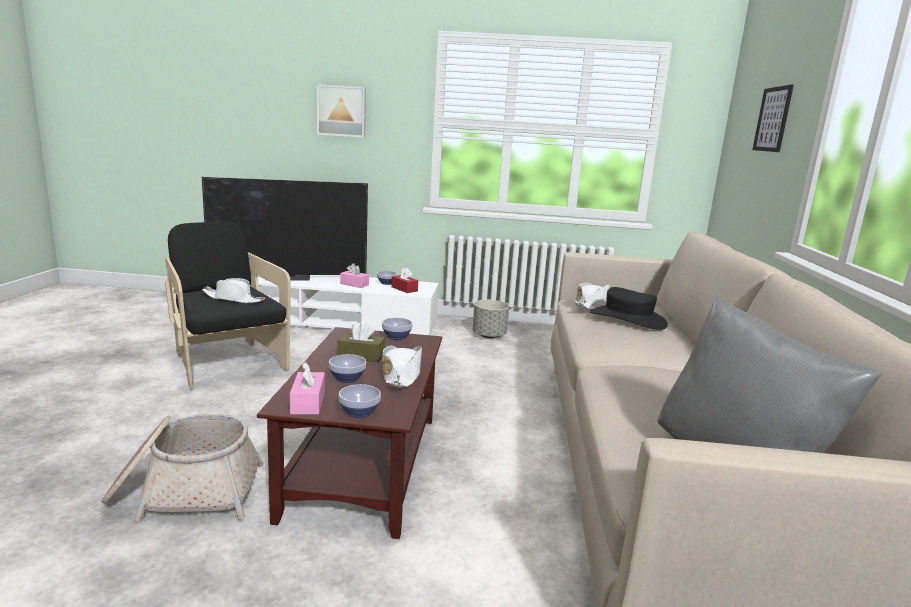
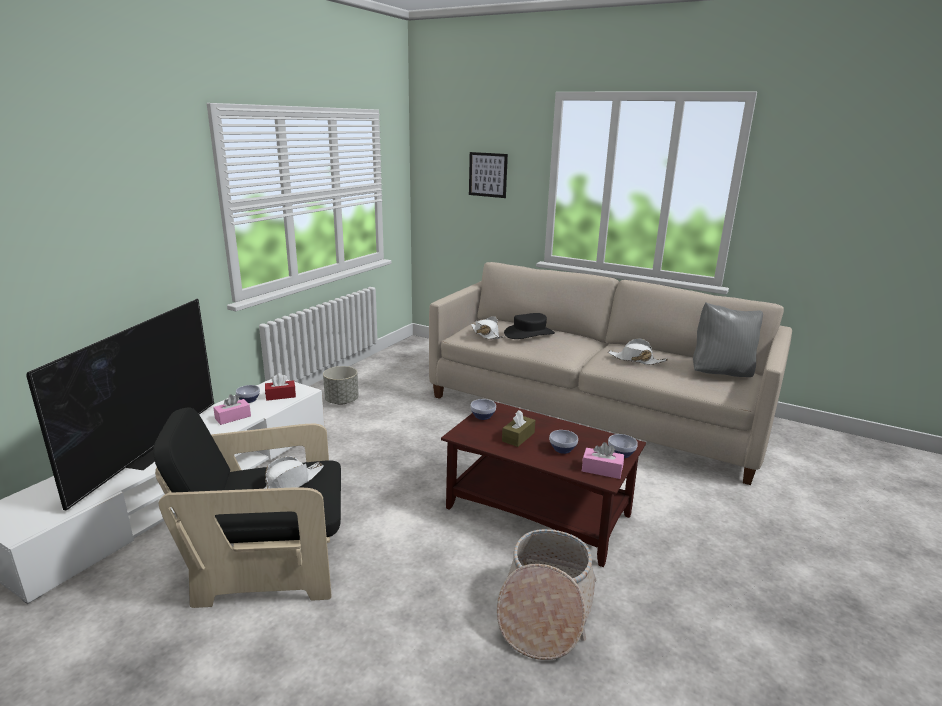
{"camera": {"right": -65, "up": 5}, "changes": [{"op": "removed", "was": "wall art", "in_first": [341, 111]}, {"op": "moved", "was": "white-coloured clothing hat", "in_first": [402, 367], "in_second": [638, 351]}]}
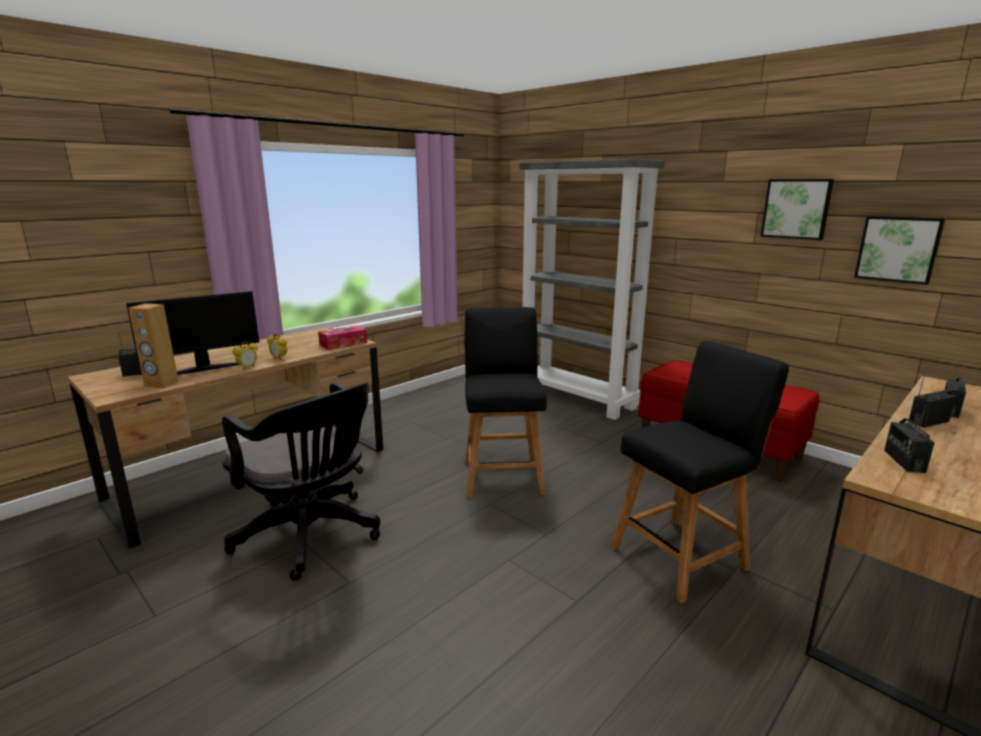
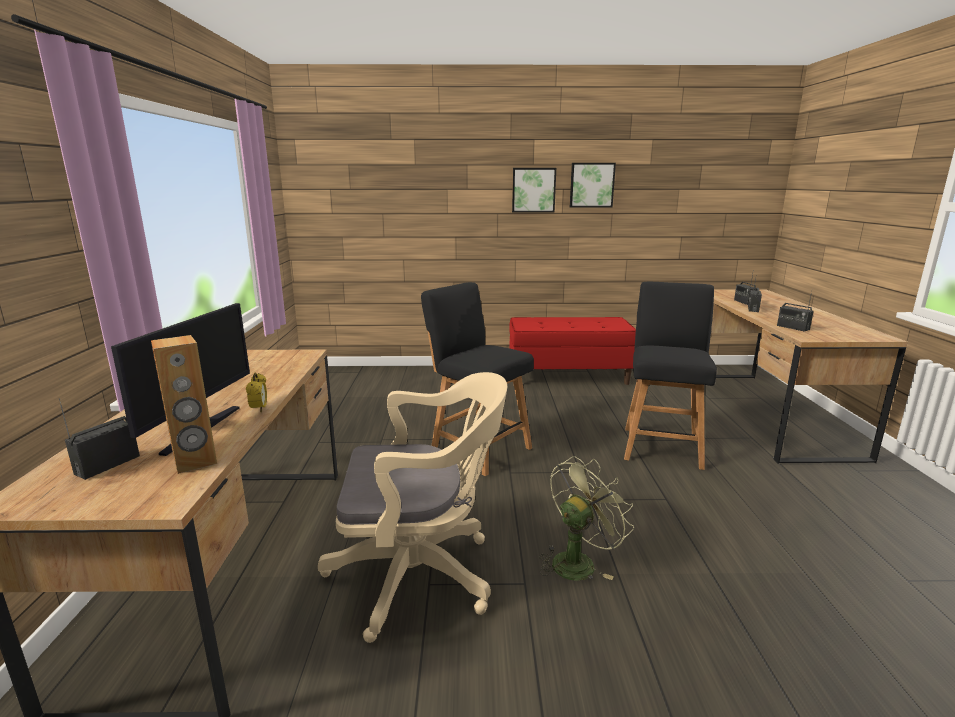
{"camera": {"right": -45, "up": 0}, "changes": [{"op": "removed", "was": "gray bookcase", "in_first": [592, 289]}, {"op": "moved", "was": "wall art", "in_first": [899, 250], "in_second": [534, 190]}, {"op": "removed", "was": "tissue holder", "in_first": [342, 337]}, {"op": "removed", "was": "table clock", "in_first": [277, 347]}, {"op": "recoloured", "was": "black computer chair", "now": "beige computer chair", "in_first": [301, 481], "in_second": [412, 507]}, {"op": "added", "now": "green-coloured electric fan", "in_second": [586, 518]}]}
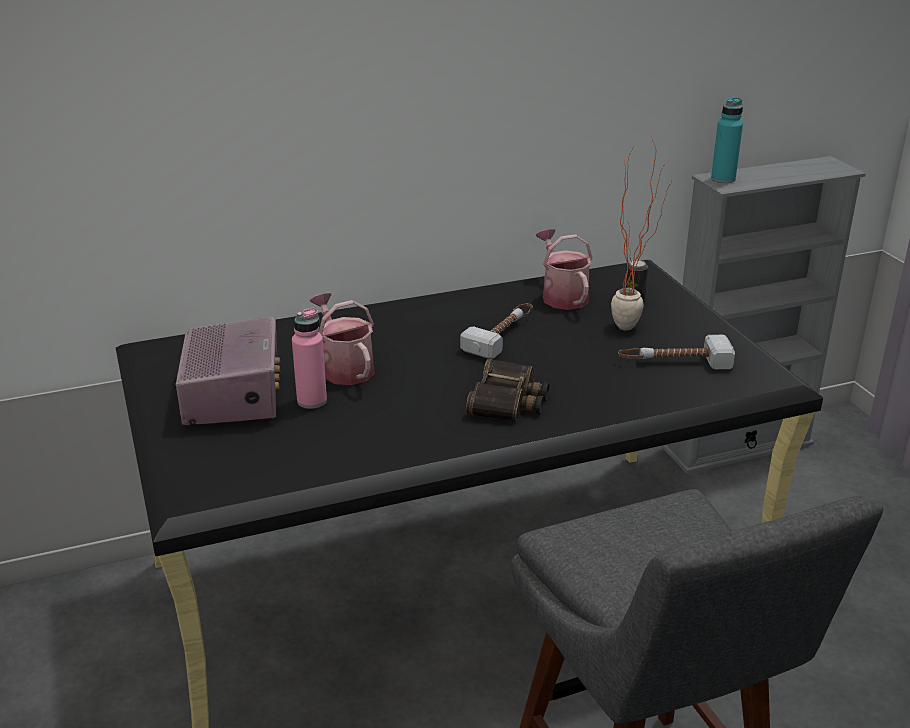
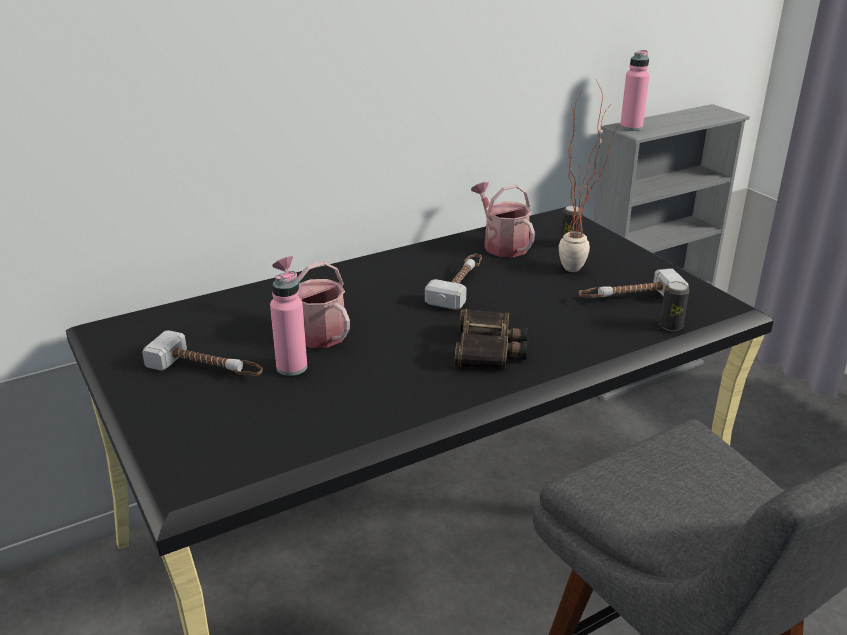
{"camera": {"right": -10, "up": 0}, "changes": [{"op": "recoloured", "was": "turquoise beverage bottle", "now": "pinkish beverage bottle", "in_first": [727, 140], "in_second": [634, 90]}, {"op": "replaced", "was": "radio", "now": "hand hammer", "in_first": [227, 370], "in_second": [202, 353]}, {"op": "added", "now": "sealed can", "in_second": [674, 306]}]}
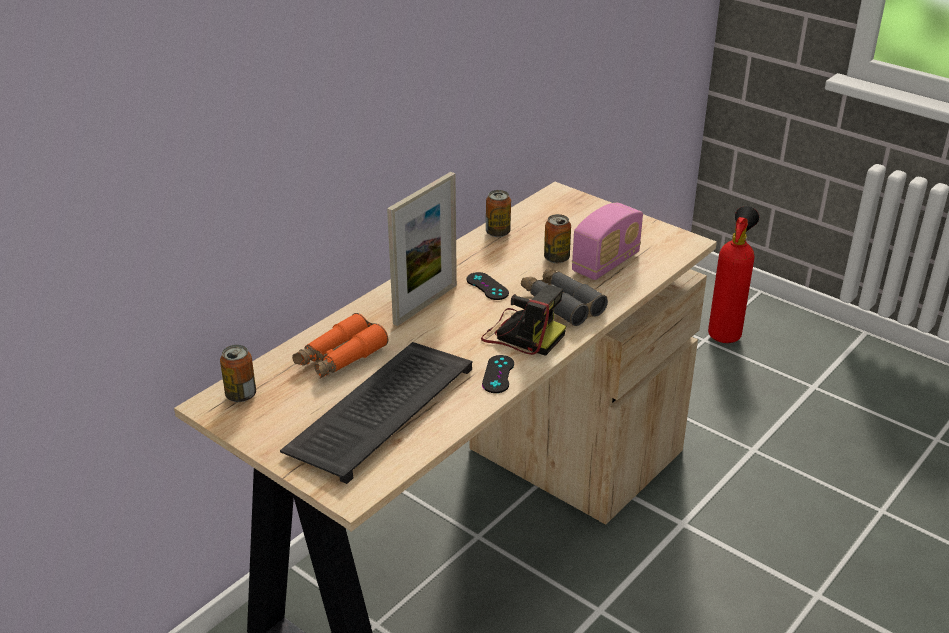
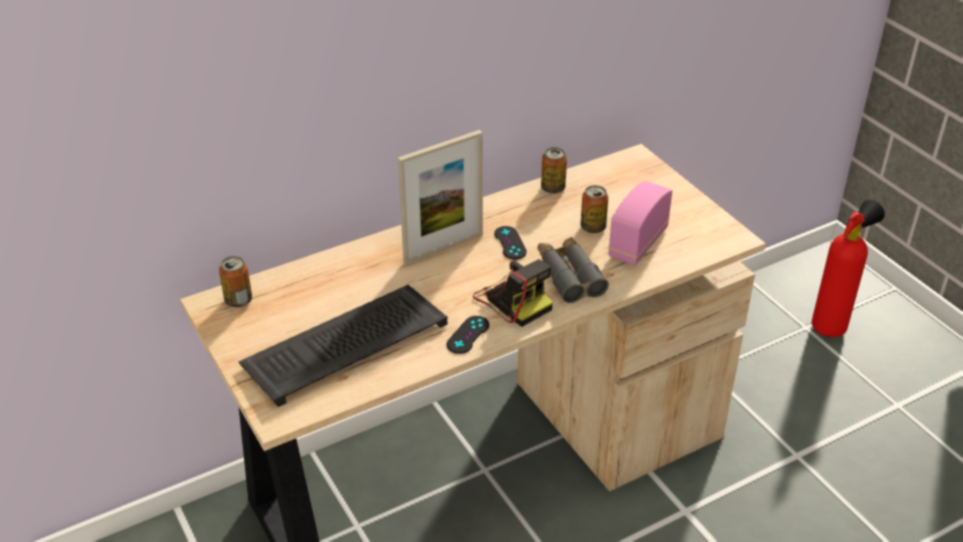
{"camera": {"right": 20, "up": 5}, "changes": [{"op": "turned", "was": "radio", "in_first": [607, 241], "in_second": [640, 223], "clockwise": 150}, {"op": "removed", "was": "orangey pair of binoculars", "in_first": [340, 346]}]}
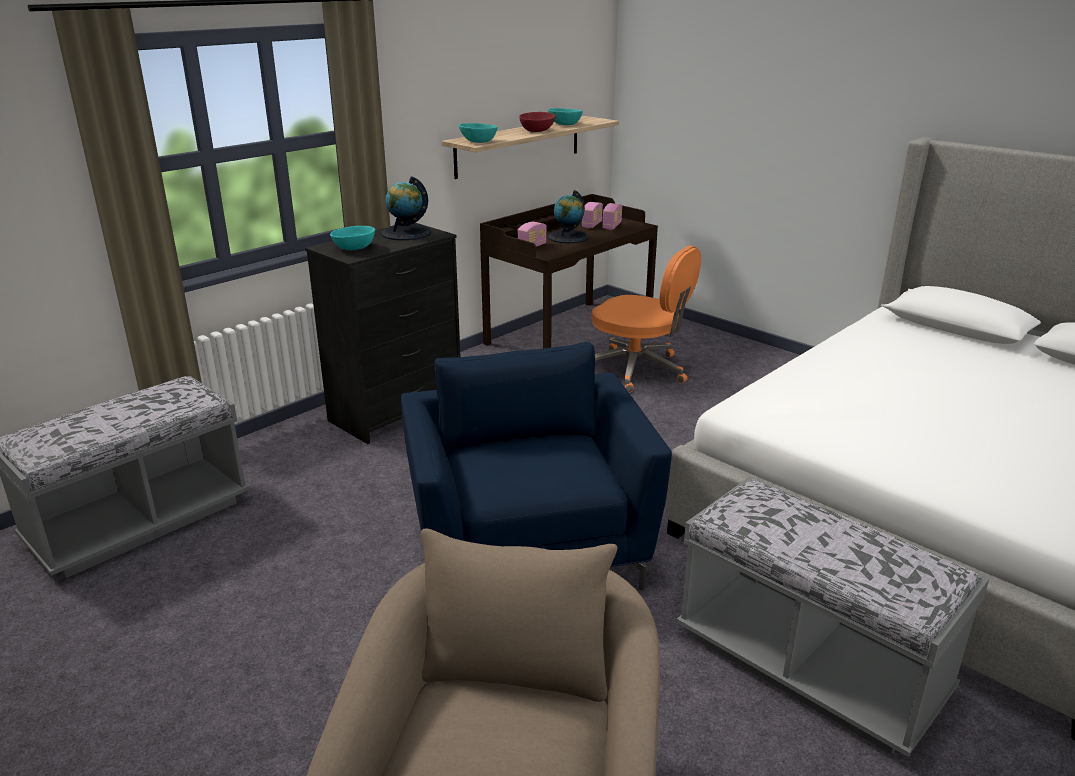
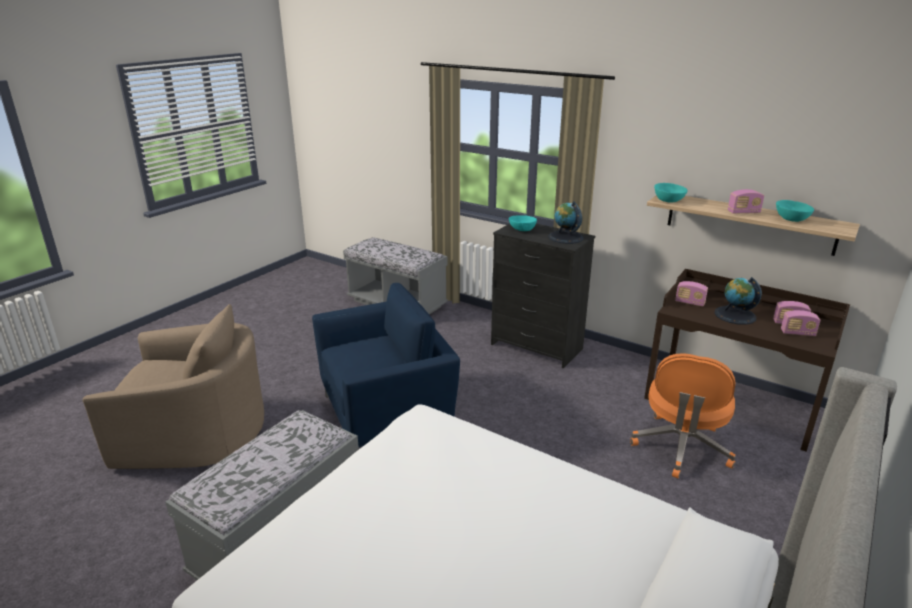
{"camera": {"right": 80, "up": 0}, "changes": [{"op": "replaced", "was": "reddish serving bowl", "now": "radio", "in_first": [537, 122], "in_second": [746, 201]}]}
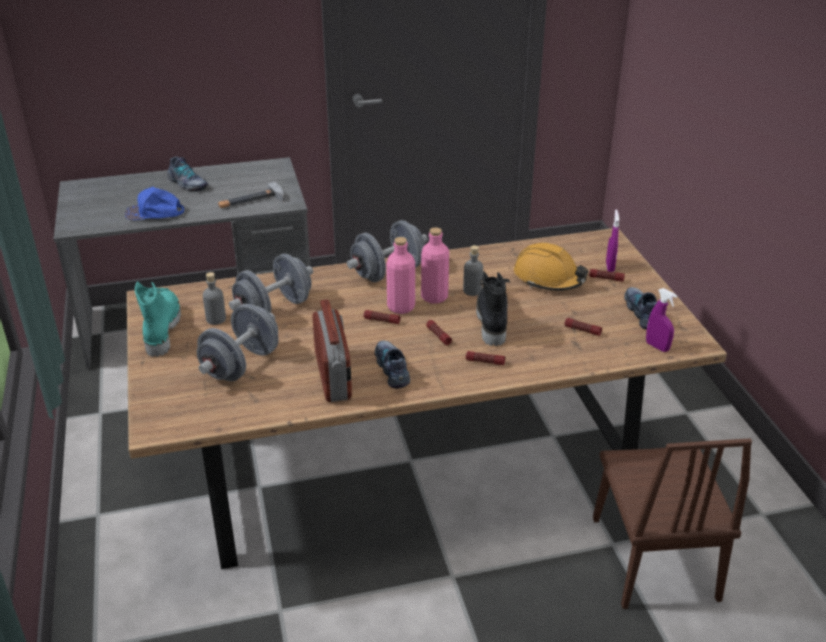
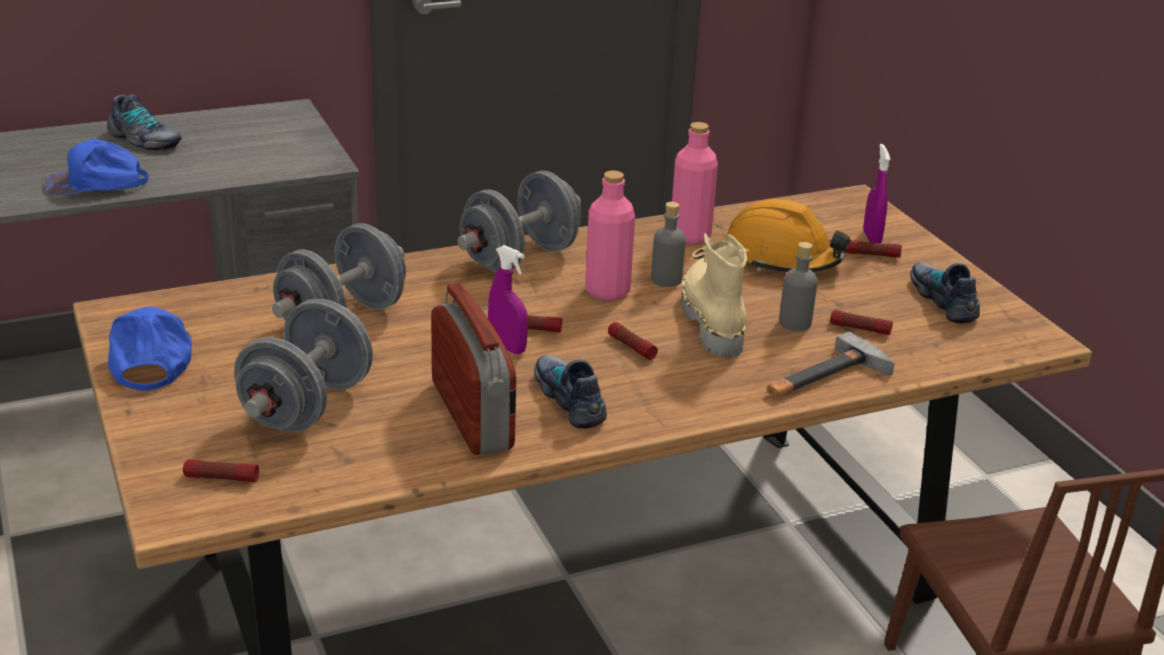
{"camera": {"right": -10, "up": -5}, "changes": [{"op": "moved", "was": "hand hammer", "in_first": [251, 195], "in_second": [830, 364]}, {"op": "moved", "was": "pinkish beverage bottle", "in_first": [400, 275], "in_second": [695, 183]}, {"op": "recoloured", "was": "black high-top boot", "now": "beige high-top boot", "in_first": [493, 308], "in_second": [715, 295]}, {"op": "moved", "was": "gray beverage bottle", "in_first": [214, 298], "in_second": [798, 286]}, {"op": "replaced", "was": "turquoise high-top boot", "now": "blue-coloured cap", "in_first": [158, 319], "in_second": [150, 348]}, {"op": "moved", "was": "purple-coloured spray bottle", "in_first": [661, 320], "in_second": [508, 299]}, {"op": "moved", "was": "flashlight", "in_first": [485, 358], "in_second": [221, 470]}]}
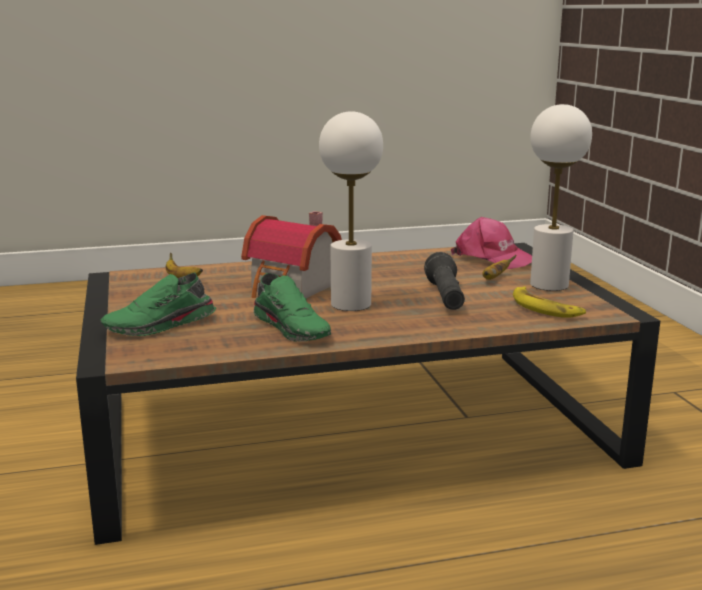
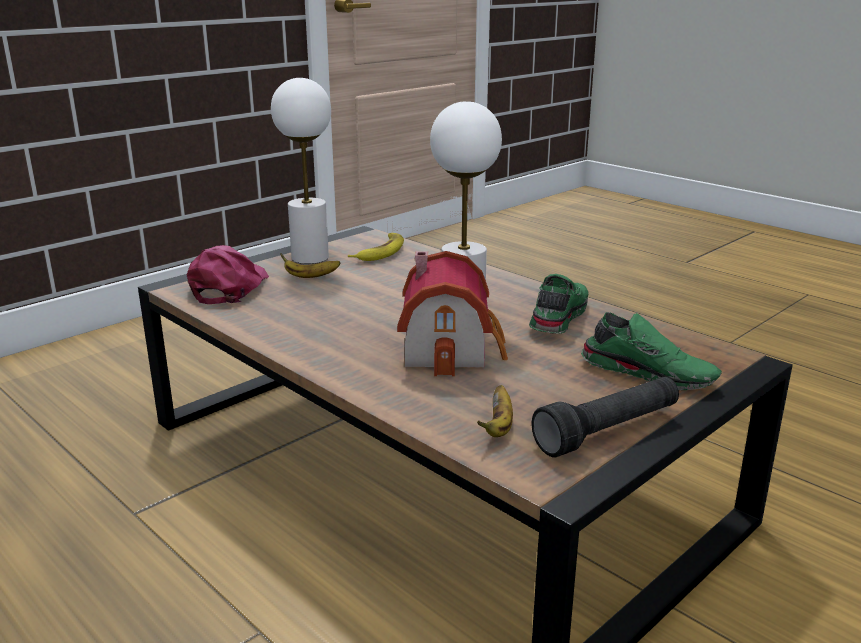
{"camera": {"right": -120, "up": 5}, "changes": [{"op": "moved", "was": "black flashlight", "in_first": [444, 281], "in_second": [605, 417]}]}
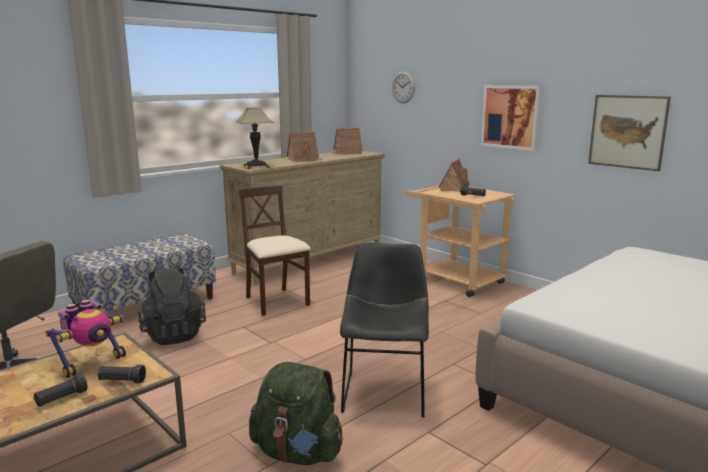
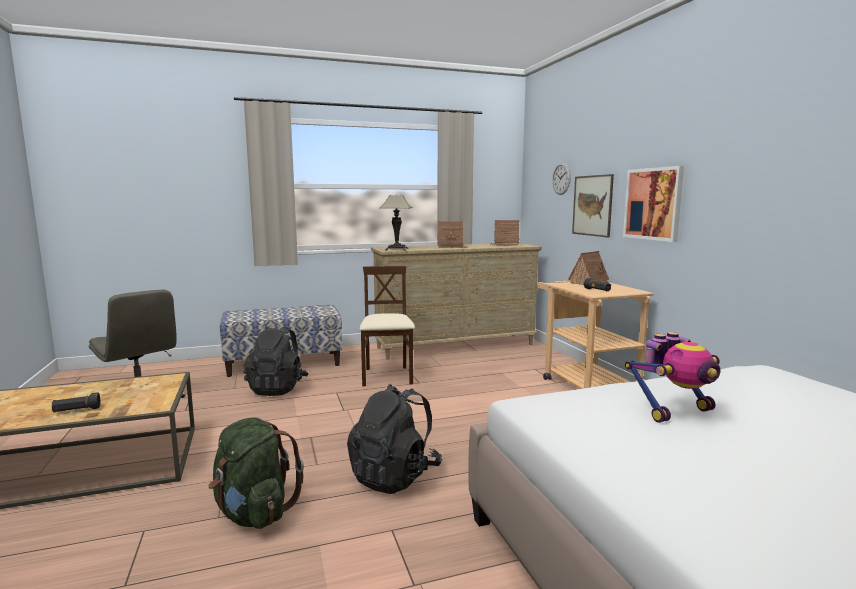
{"camera": {"right": 25, "up": -5}, "changes": [{"op": "moved", "was": "wall art", "in_first": [629, 133], "in_second": [593, 206]}, {"op": "replaced", "was": "black plain chair", "now": "black knapsack", "in_first": [384, 330], "in_second": [394, 439]}, {"op": "moved", "was": "robot figure", "in_first": [85, 338], "in_second": [673, 377]}, {"op": "removed", "was": "black flashlight", "in_first": [122, 374]}]}
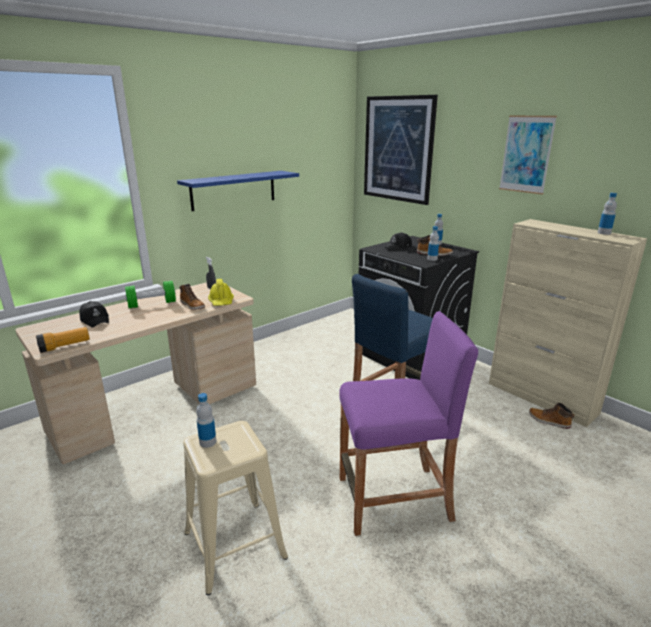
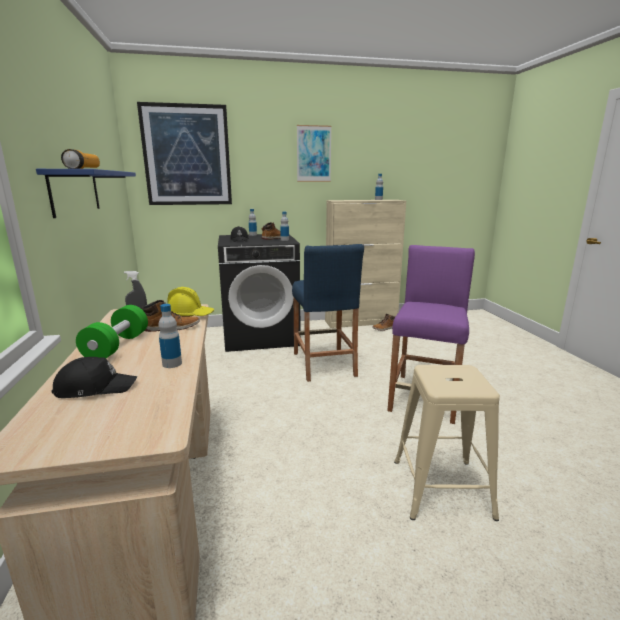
{"camera": {"right": -60, "up": -5}, "changes": [{"op": "moved", "was": "flashlight", "in_first": [63, 340], "in_second": [80, 159]}, {"op": "moved", "was": "beverage bottle", "in_first": [206, 420], "in_second": [170, 336]}]}
